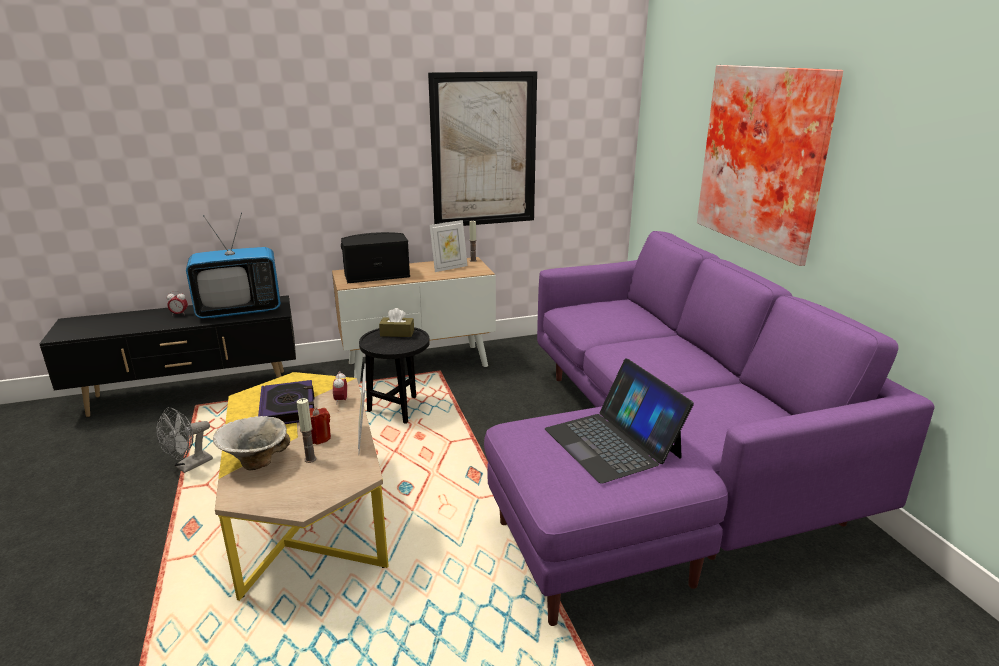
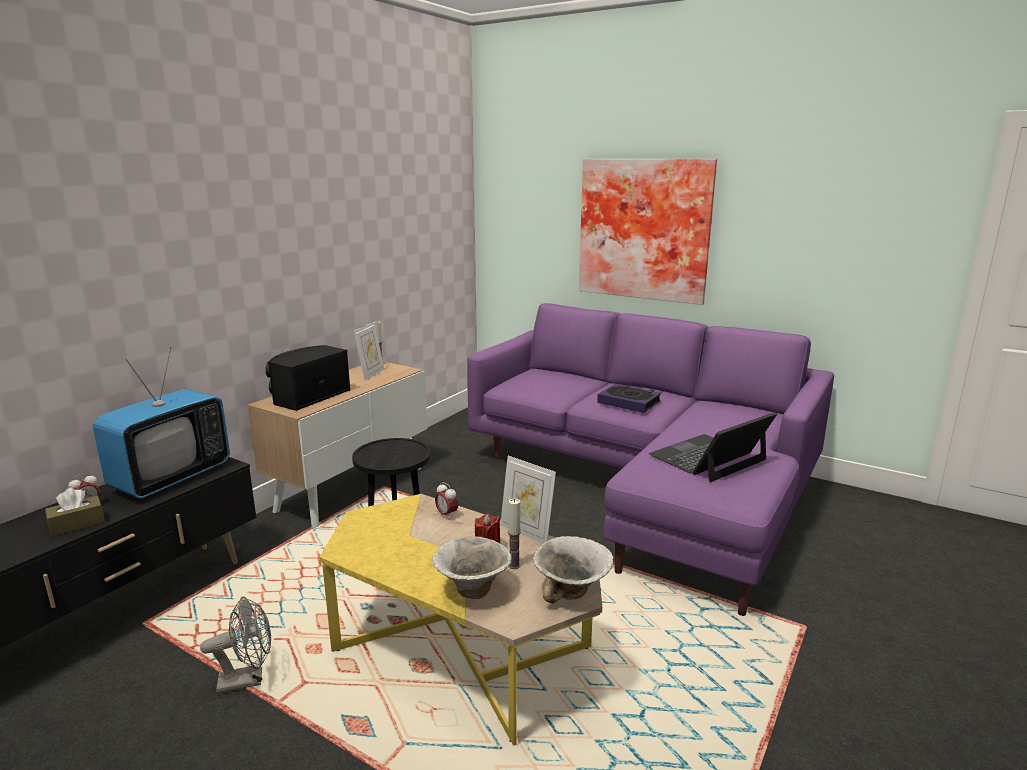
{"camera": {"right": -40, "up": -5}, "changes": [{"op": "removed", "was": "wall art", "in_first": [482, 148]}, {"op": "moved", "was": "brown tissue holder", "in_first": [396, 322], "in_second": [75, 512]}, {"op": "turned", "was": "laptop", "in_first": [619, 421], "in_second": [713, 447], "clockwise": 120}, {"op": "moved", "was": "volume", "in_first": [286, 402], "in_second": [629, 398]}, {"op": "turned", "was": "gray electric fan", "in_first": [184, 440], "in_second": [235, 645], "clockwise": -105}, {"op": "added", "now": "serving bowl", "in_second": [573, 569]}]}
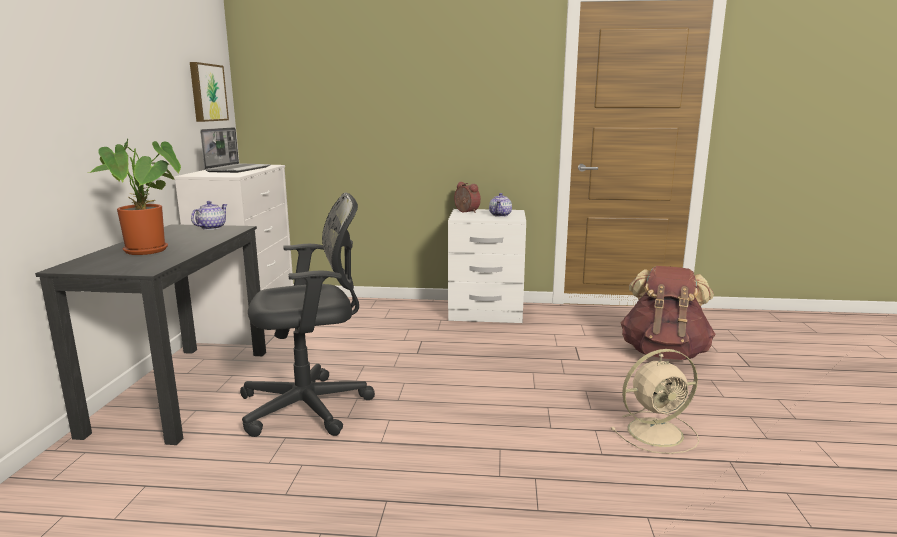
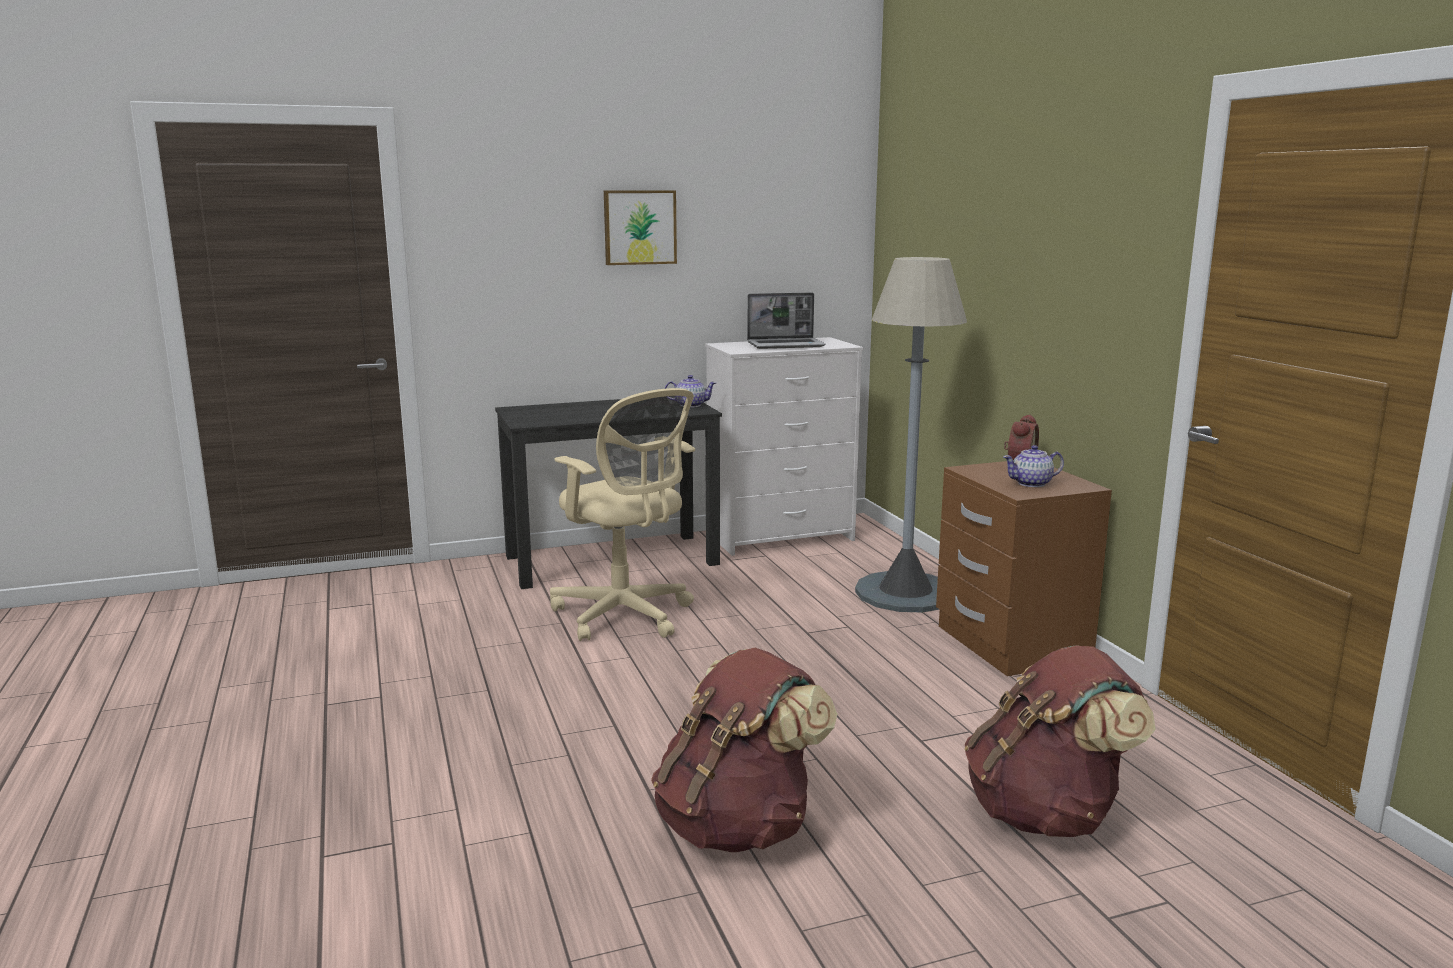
{"camera": {"right": 65, "up": 0}, "changes": [{"op": "moved", "was": "wall art", "in_first": [209, 92], "in_second": [640, 227]}, {"op": "removed", "was": "plant in a pot", "in_first": [134, 196]}, {"op": "recoloured", "was": "black computer chair", "now": "beige computer chair", "in_first": [307, 314], "in_second": [622, 514]}, {"op": "recoloured", "was": "white-coloured bedside table", "now": "brown bedside table", "in_first": [487, 266], "in_second": [1024, 568]}, {"op": "replaced", "was": "beige electric fan", "now": "brown knapsack", "in_first": [654, 401], "in_second": [744, 750]}, {"op": "added", "now": "gray standard lamp", "in_second": [911, 434]}]}
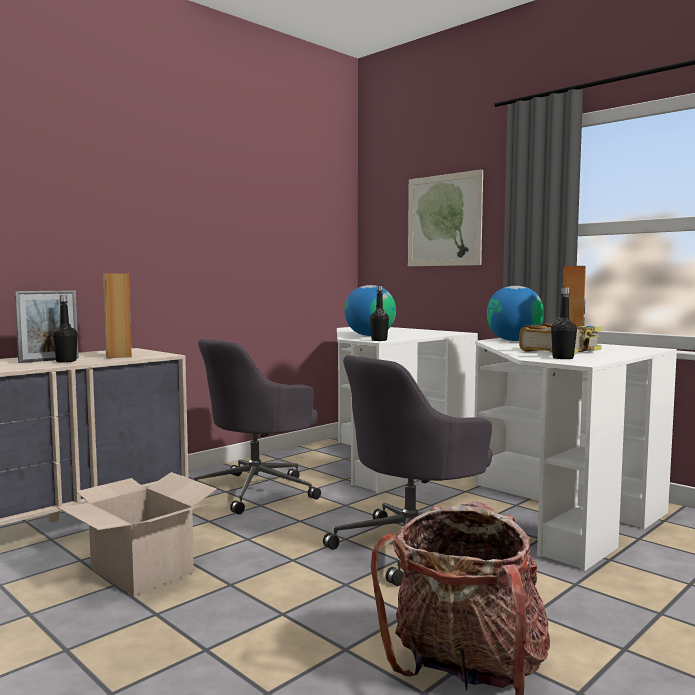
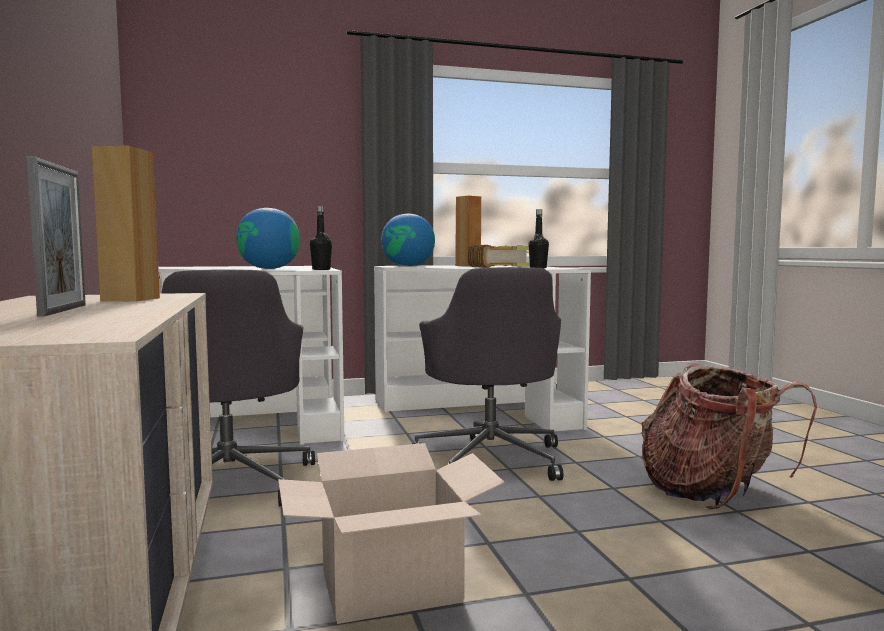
{"camera": {"right": -60, "up": 0}, "changes": [{"op": "removed", "was": "wall art", "in_first": [445, 217]}, {"op": "removed", "was": "black beverage bottle", "in_first": [65, 329]}]}
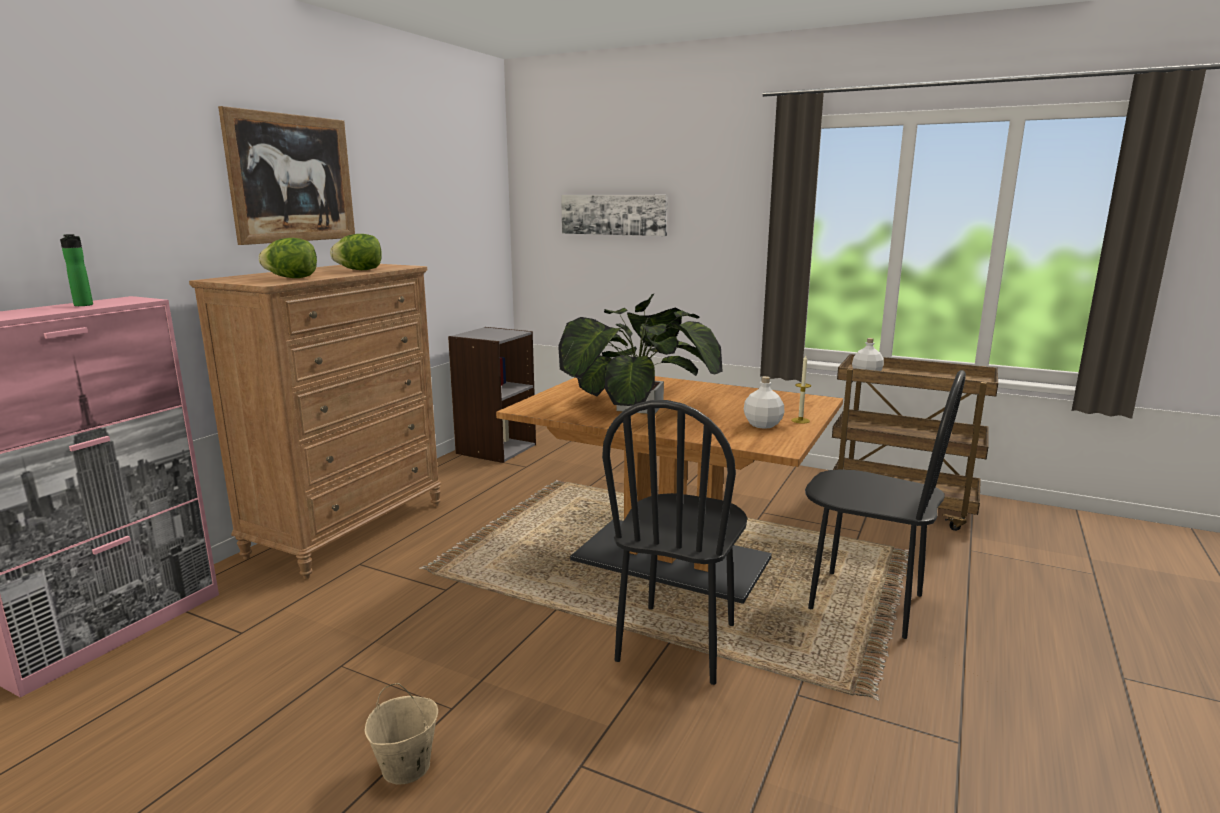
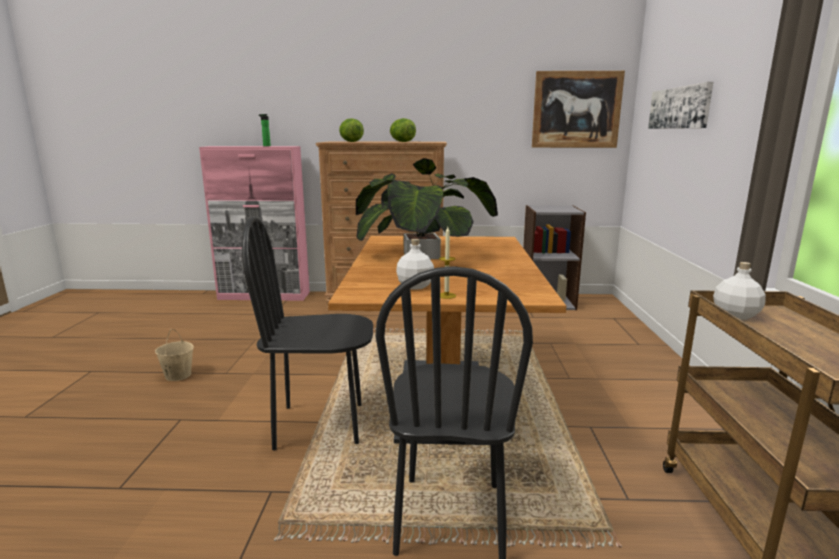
{"camera": {"right": 65, "up": 0}, "changes": [{"op": "moved", "was": "wall art", "in_first": [286, 175], "in_second": [578, 109]}]}
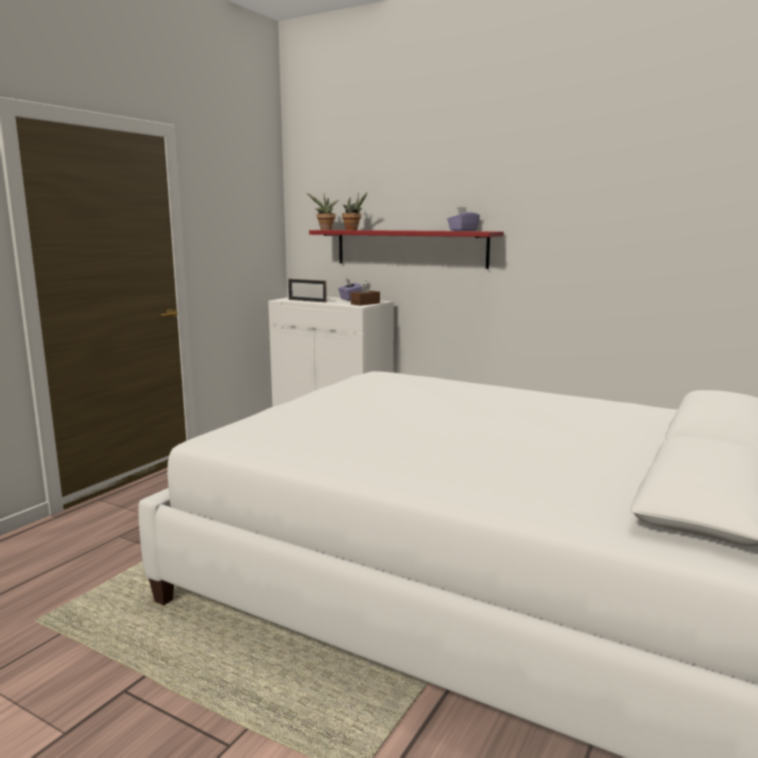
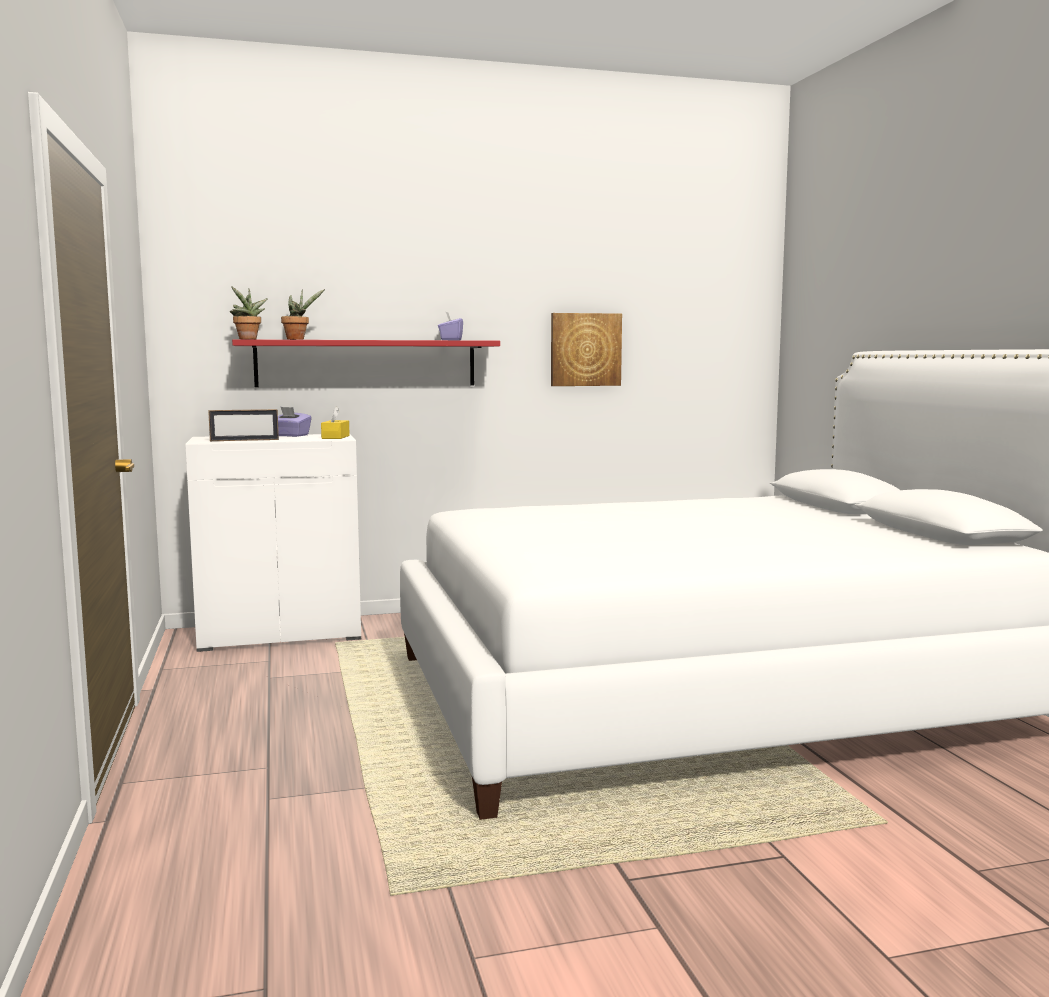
{"camera": {"right": -45, "up": -5}, "changes": [{"op": "recoloured", "was": "brown tissue holder", "now": "yellow-coloured tissue holder", "in_first": [365, 293], "in_second": [335, 422]}, {"op": "added", "now": "wall art", "in_second": [586, 349]}]}
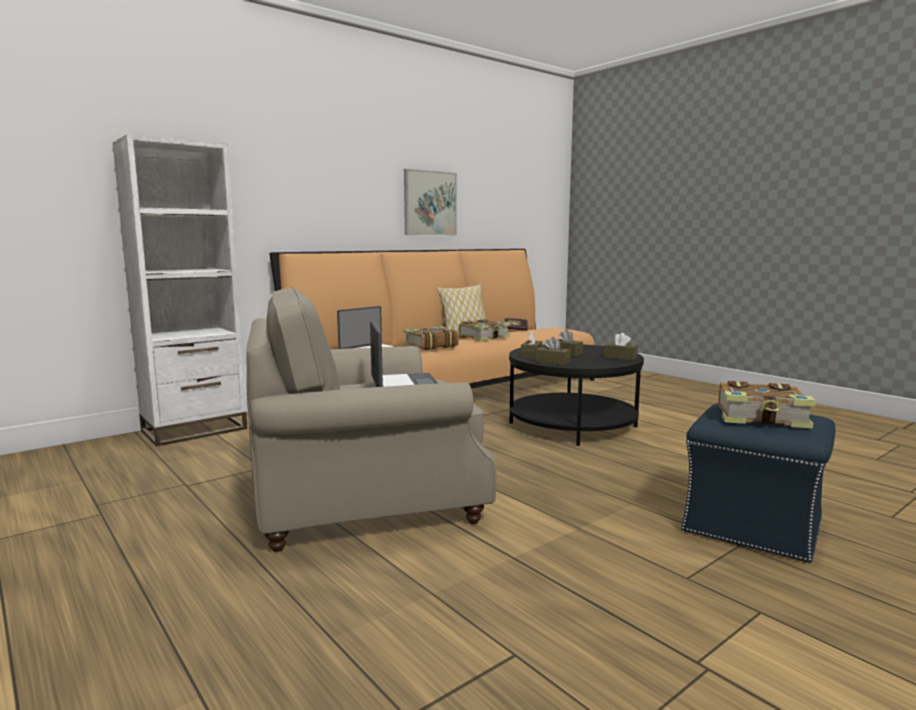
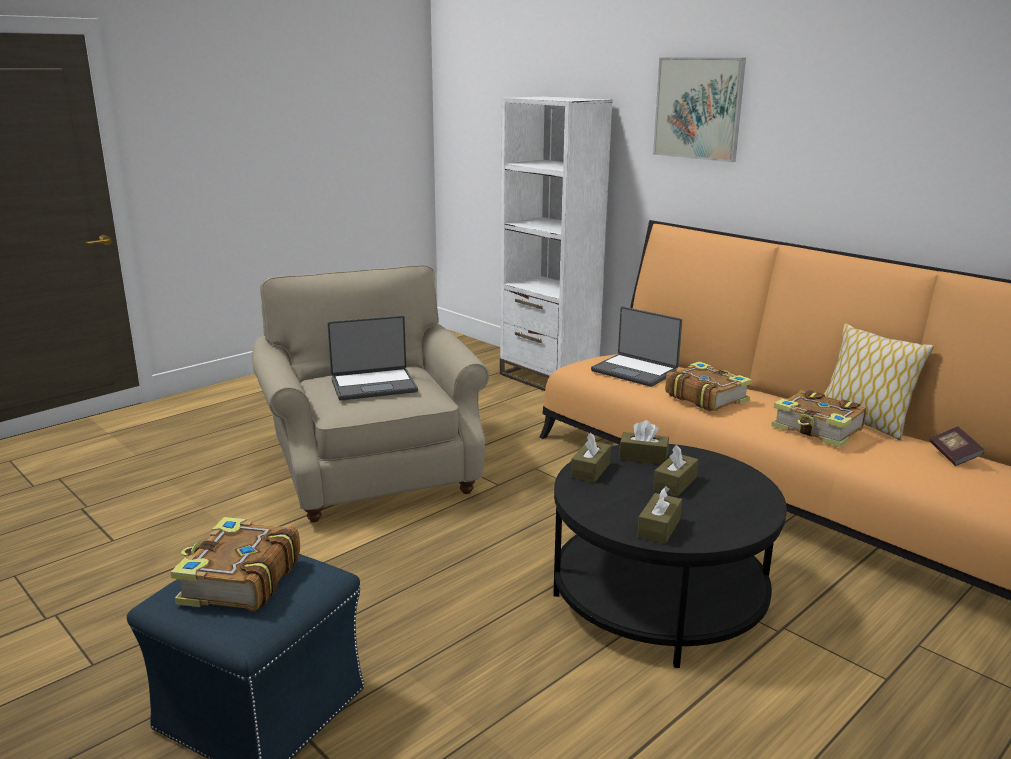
{"camera": {"right": 85, "up": 10}, "changes": [{"op": "moved", "was": "wall art", "in_first": [430, 202], "in_second": [699, 109]}]}
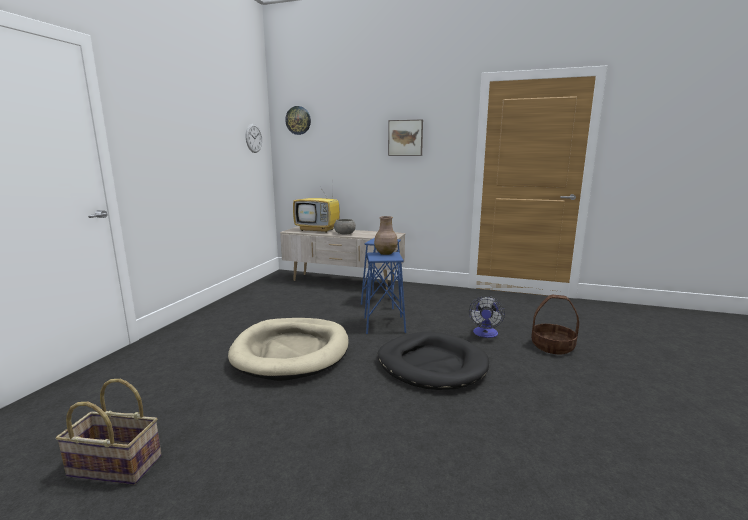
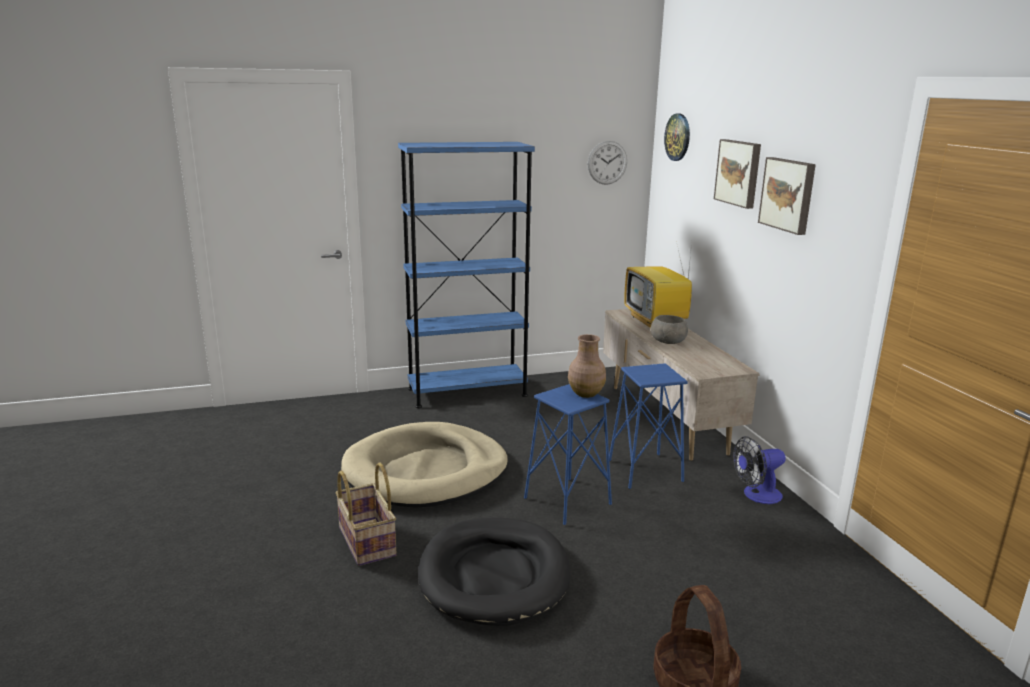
{"camera": {"right": 55, "up": 5}, "changes": [{"op": "moved", "was": "electric fan", "in_first": [487, 317], "in_second": [759, 470]}, {"op": "moved", "was": "storage basket", "in_first": [109, 432], "in_second": [366, 514]}, {"op": "added", "now": "wall art", "in_second": [737, 174]}, {"op": "added", "now": "blue-coloured bookcase", "in_second": [466, 275]}]}
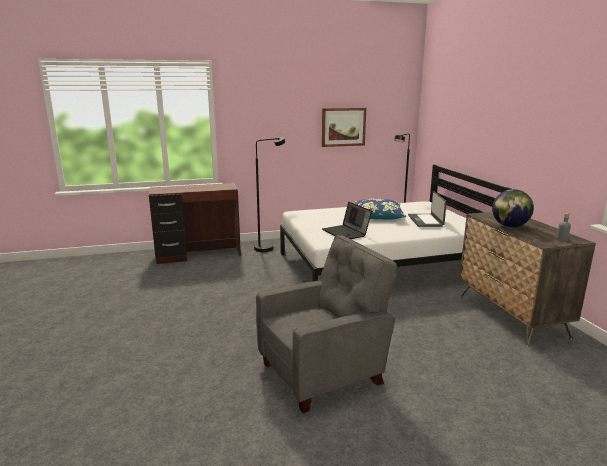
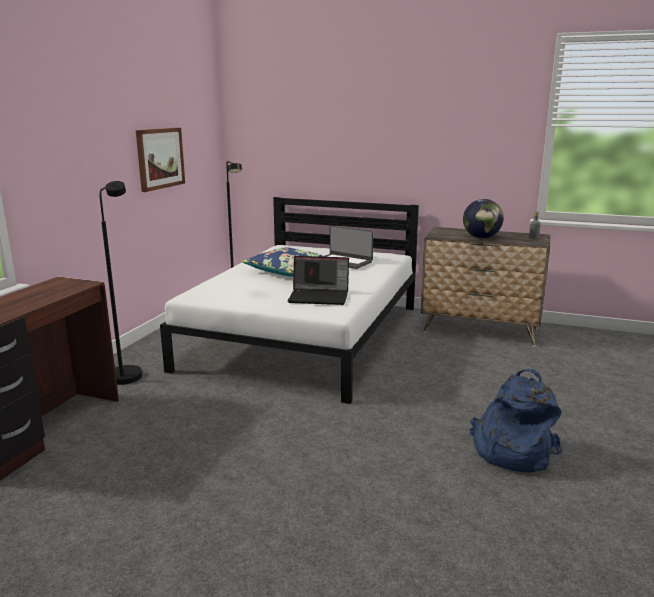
{"camera": {"right": -55, "up": 0}, "changes": [{"op": "replaced", "was": "gray easy chair", "now": "blue-coloured knapsack", "in_first": [326, 324], "in_second": [516, 421]}]}
